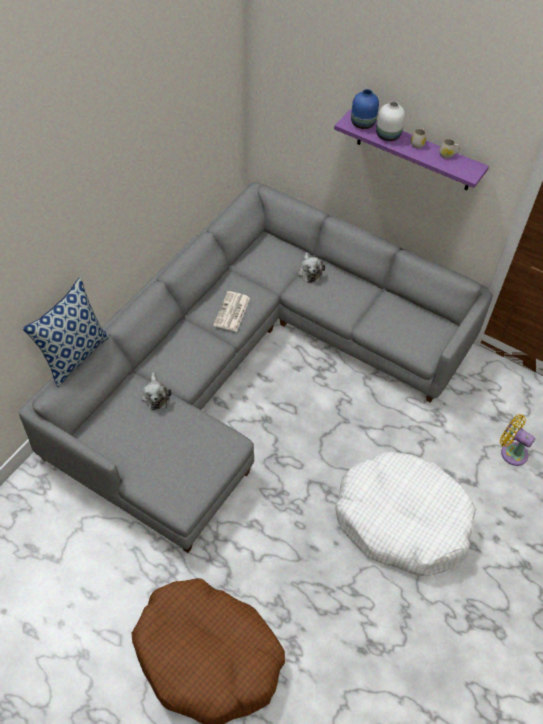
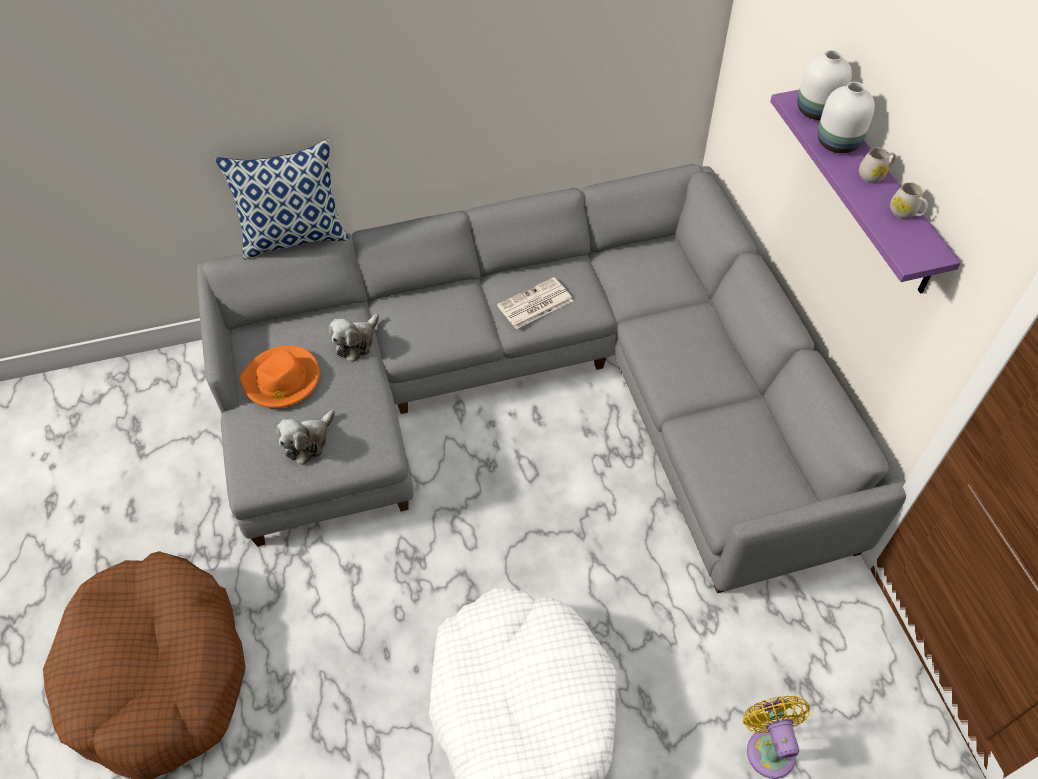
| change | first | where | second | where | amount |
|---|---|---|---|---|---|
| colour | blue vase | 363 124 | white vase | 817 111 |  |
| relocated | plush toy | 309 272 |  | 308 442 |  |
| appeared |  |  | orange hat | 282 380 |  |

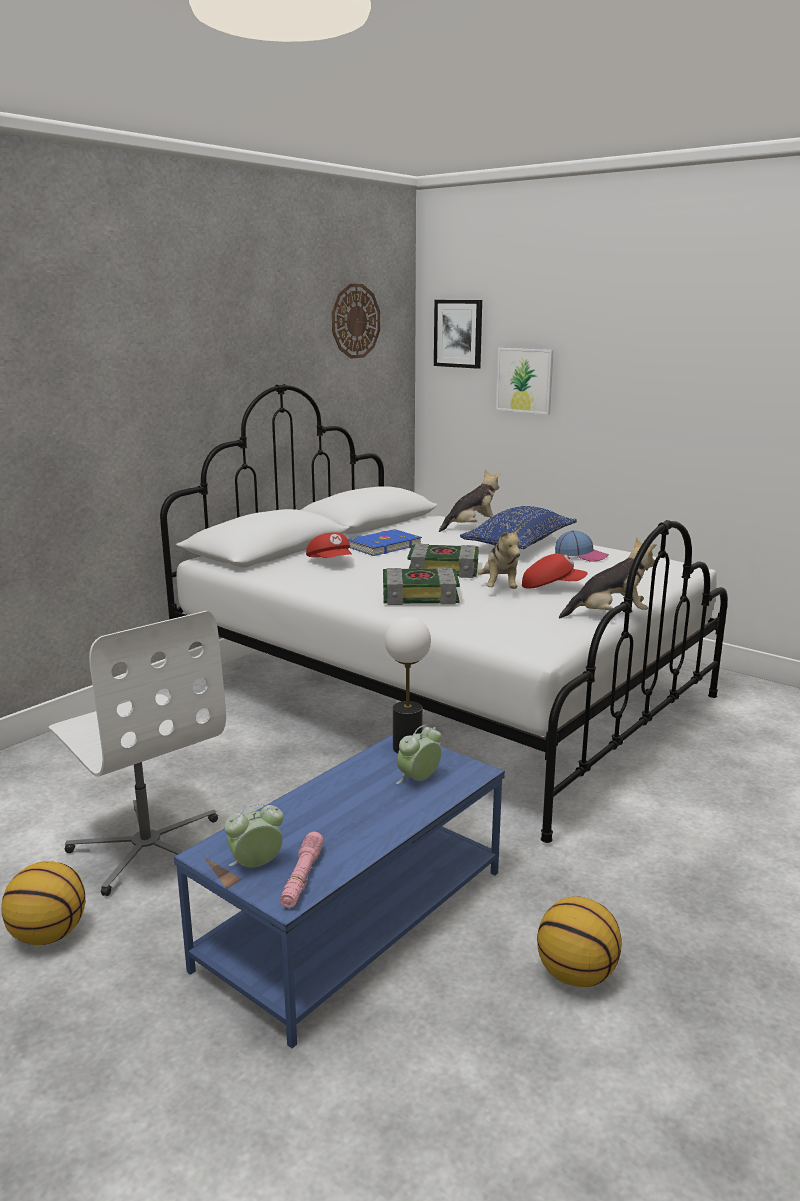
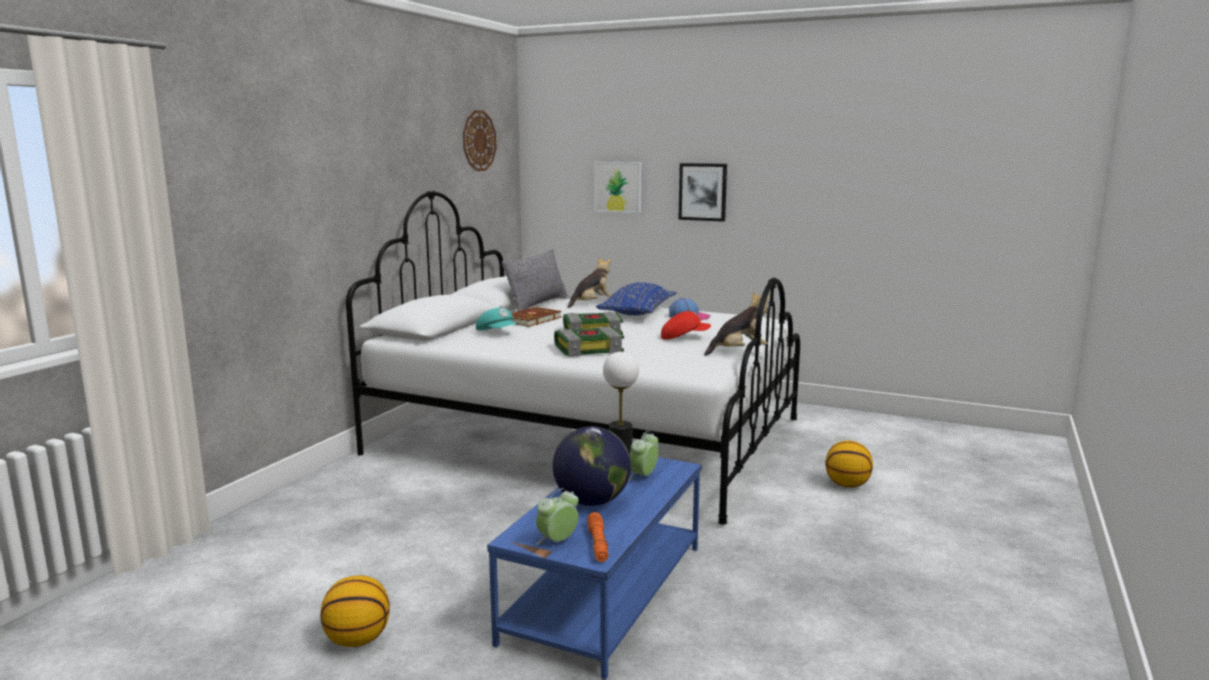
| change | first | where | second | where | amount |
|---|---|---|---|---|---|
| relocated | picture | 458 333 |  | 703 192 |  |
| missing | plush toy | 499 588 |  |  |  |
| colour | blue book | 382 546 | brown book | 530 320 |  |
| colour | red cap | 331 562 | turquoise cap | 497 333 |  |
| missing | white office chair | 147 847 |  |  |  |
| colour | pink flashlight | 302 877 | orange flashlight | 598 544 |  |
| relocated | basketball | 576 975 |  | 847 485 |  |
| appeared |  |  | grey pillow | 538 305 |  |
| appeared |  |  | globe | 591 502 |  |

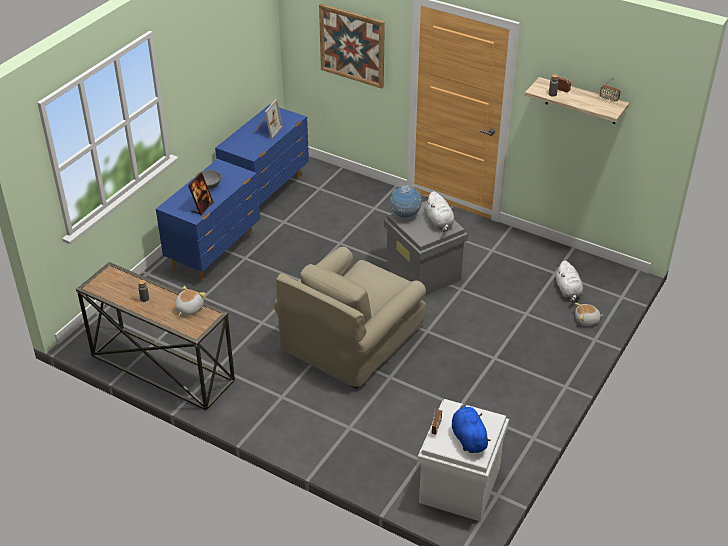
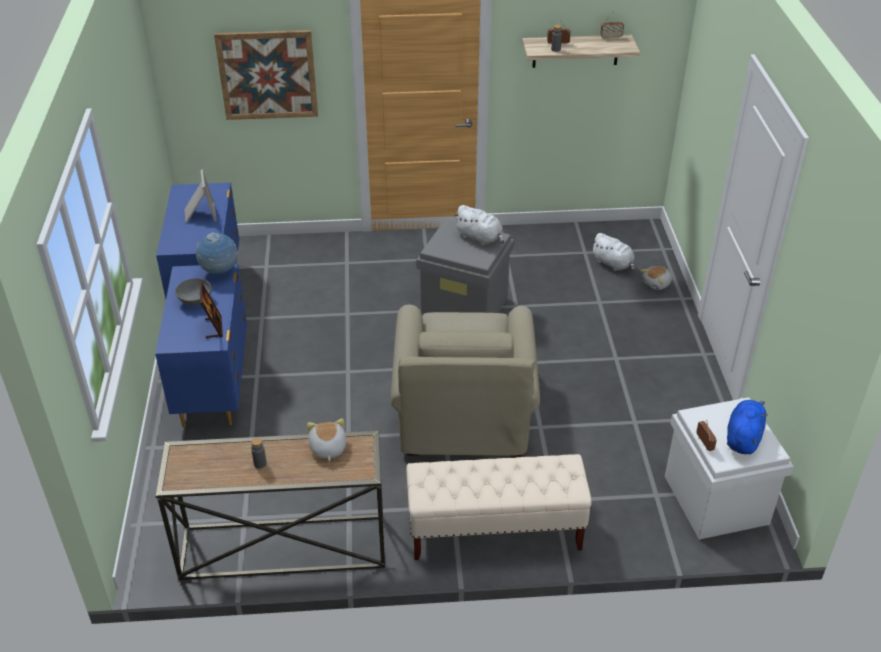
| change | first | where | second | where | amount |
|---|---|---|---|---|---|
| relocated | globe | 405 215 |  | 219 272 |  |
| spun | blue plush toy | 468 438 |  | 743 437 | 75 degrees clockwise |
| appeared |  |  | beige bench | 494 531 |  |

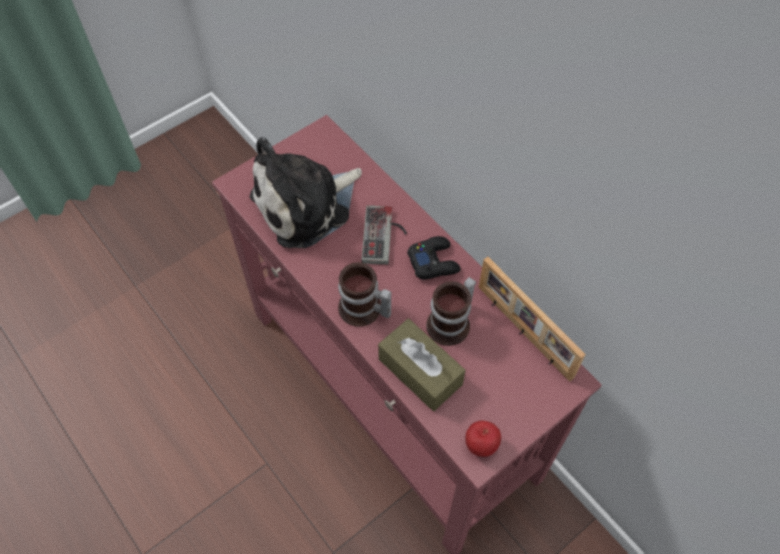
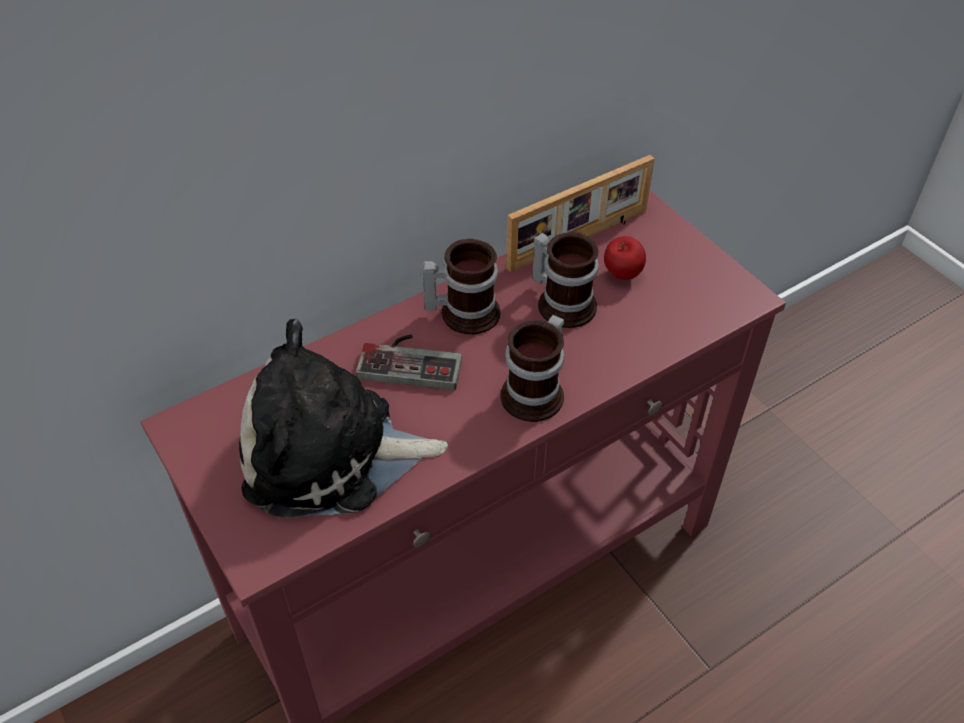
| change | first | where | second | where | amount |
|---|---|---|---|---|---|
| spun | plush toy | 306 205 |  | 331 454 | 120 degrees clockwise |
| exchanged | black game controller | 434 262 | mug | 464 311 |  |
| missing | brown tissue box | 420 371 |  |  |  |
| relocated | apple | 481 445 |  | 621 275 |  |

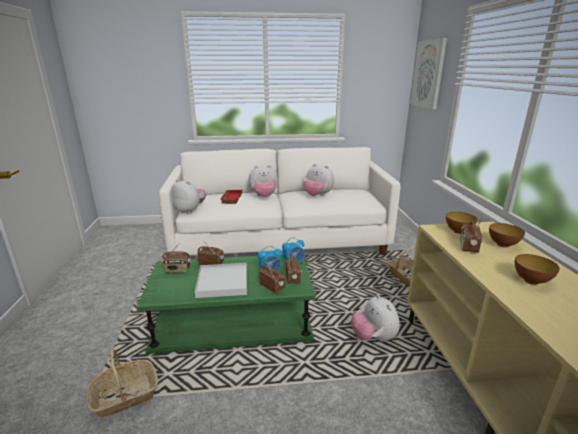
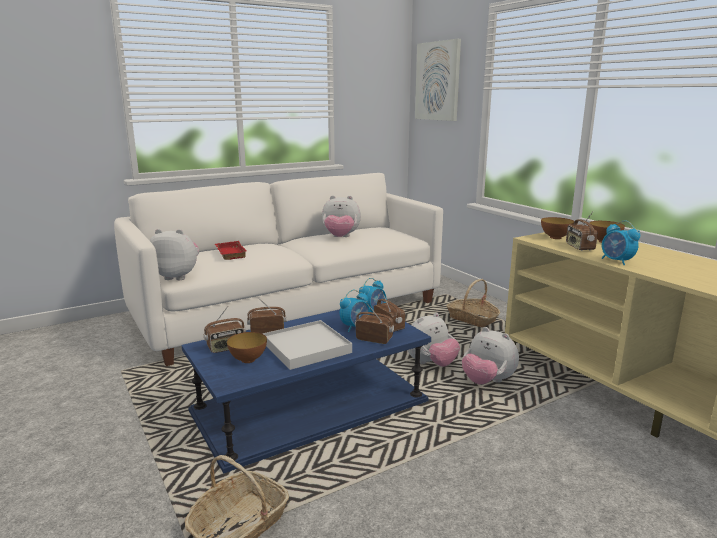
| change | first | where | second | where | amount |
|---|---|---|---|---|---|
| relocated | plush toy | 264 196 |  | 431 364 |  |
| colour | green coffee table | 234 320 | blue coffee table | 311 406 |  |
| relocated | bowl | 531 281 |  | 248 360 |  |
| appeared |  |  | alarm clock | 616 261 |  |

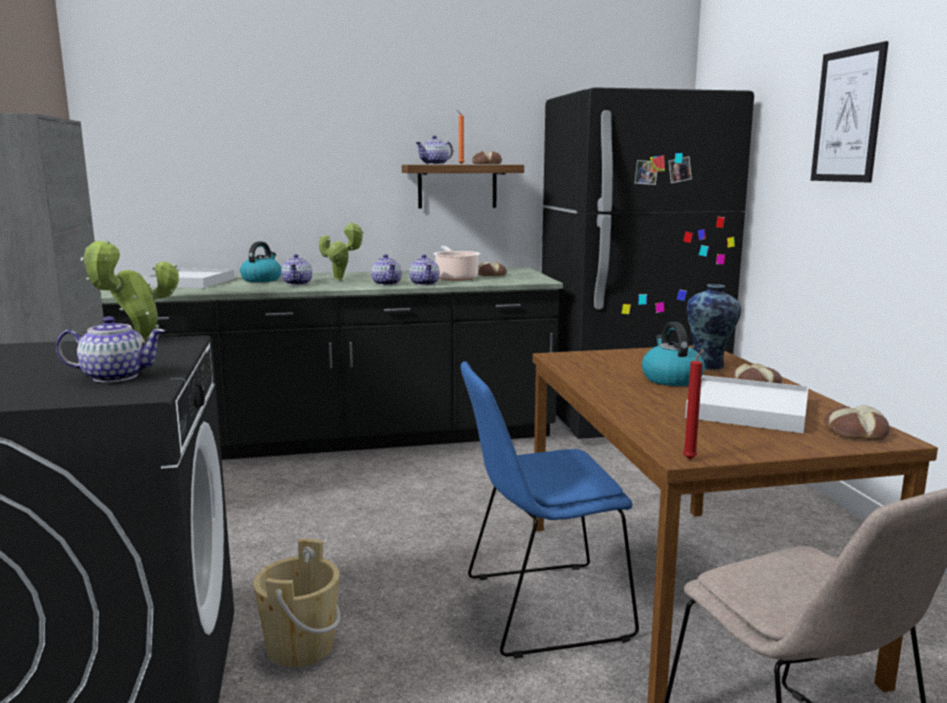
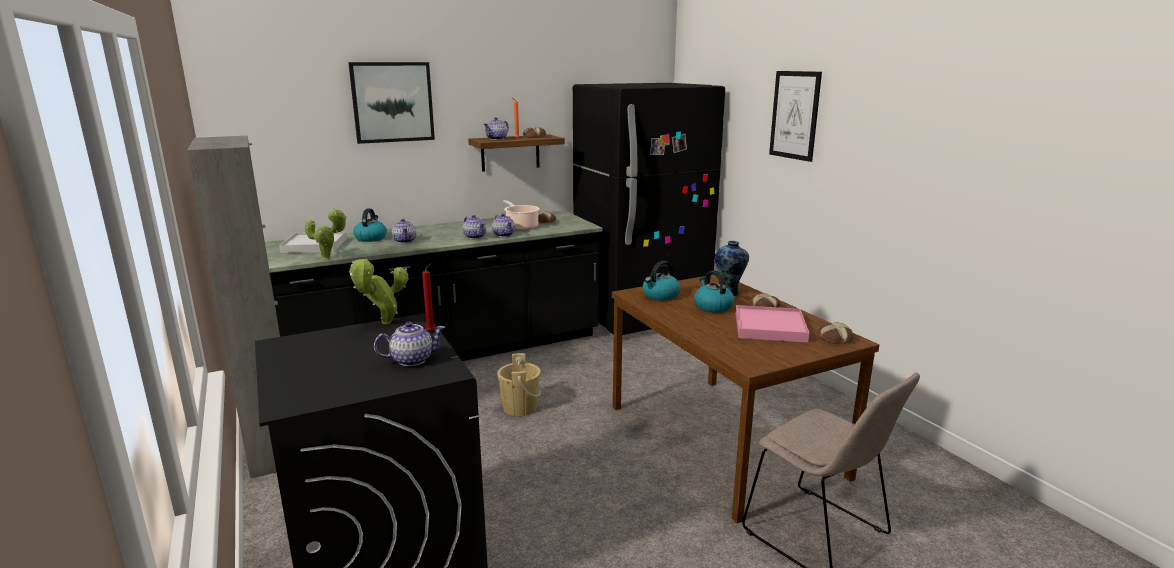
| change | first | where | second | where | amount |
|---|---|---|---|---|---|
| relocated | potted plant | 341 280 |  | 328 258 |  |
| relocated | red candle | 691 459 |  | 432 331 |  |
| missing | blue chair | 540 608 |  |  |  |
| colour | white tray | 748 409 | pink tray | 770 327 |  |
| relocated | beige bucket | 300 646 |  | 520 407 |  |
| appeared |  |  | picture | 392 102 |  |
| appeared |  |  | kettle | 660 295 |  |

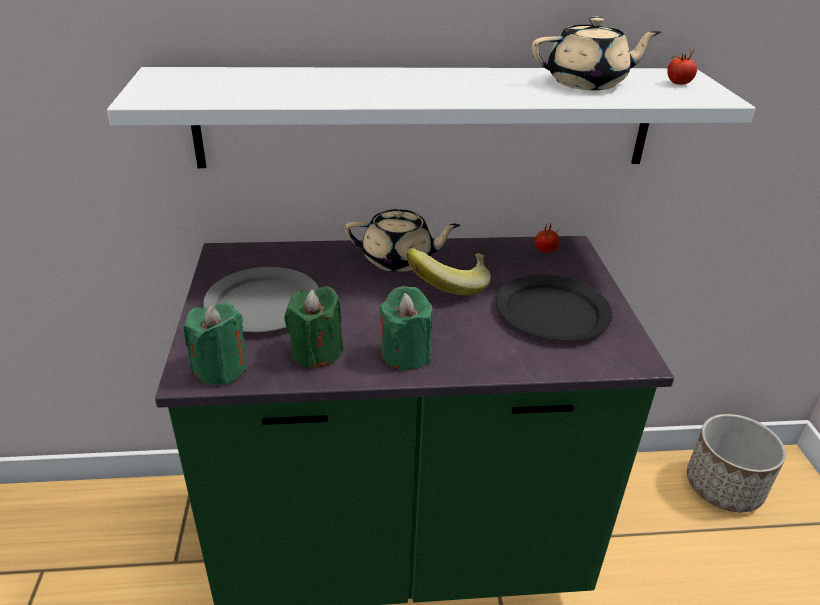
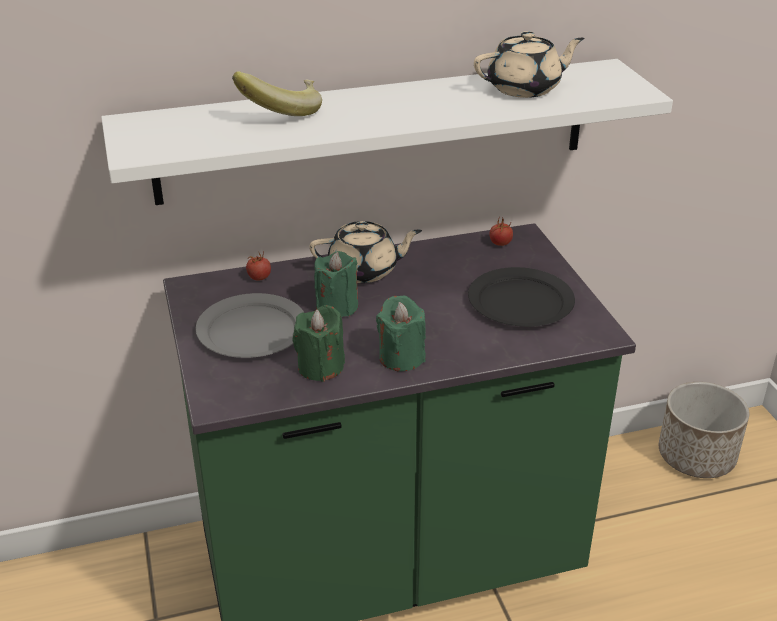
| change | first | where | second | where | amount |
|---|---|---|---|---|---|
| relocated | tomato | 678 83 |  | 259 278 |  |
| relocated | banana | 450 285 |  | 281 112 |  |
| relocated | green candle | 220 369 |  | 337 306 |  |

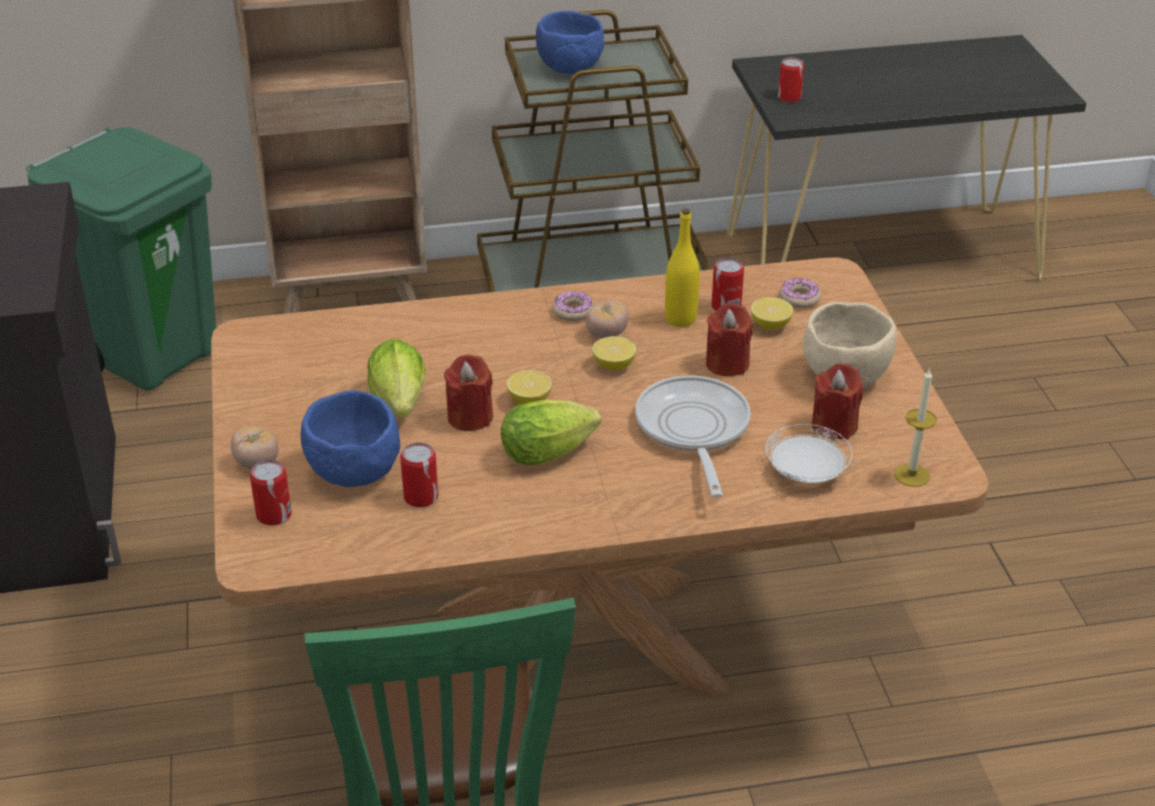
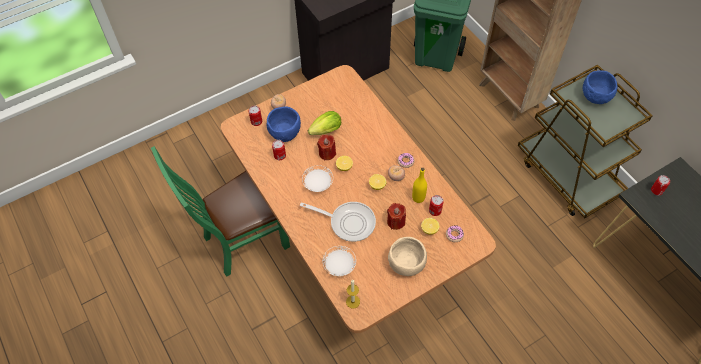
| change | first | where | second | where | amount |
|---|---|---|---|---|---|
| missing | red candle | 834 426 |  |  |  |
| spun | frying pan | 693 431 |  | 348 222 | 45 degrees clockwise |
| exchanged | lettuce | 552 452 | white plate | 318 183 |  |

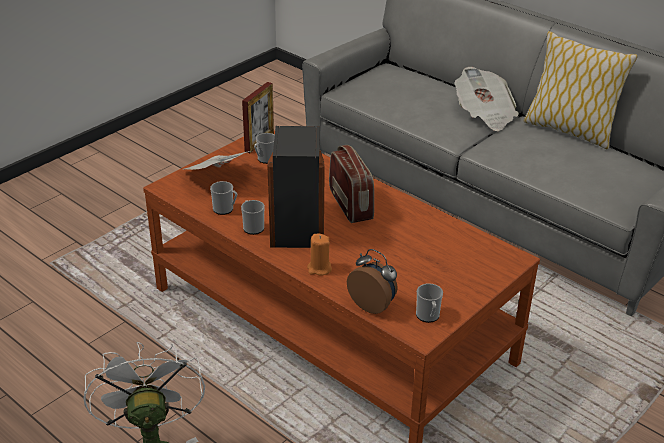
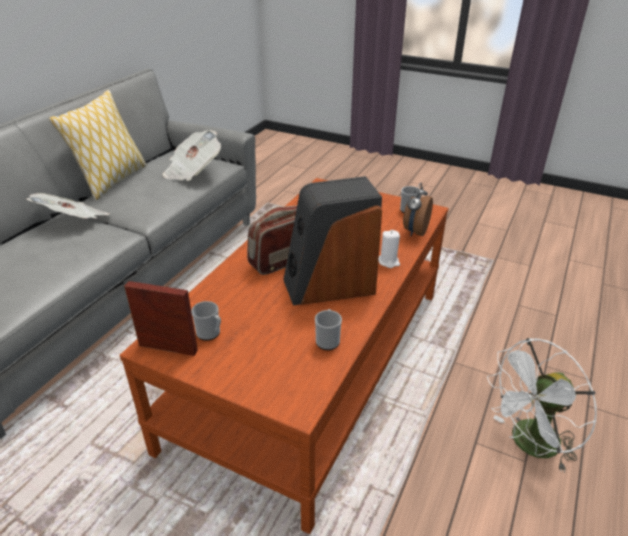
| change | first | where | second | where | amount |
|---|---|---|---|---|---|
| relocated | newspaper | 218 177 |  | 193 171 |  |
| missing | mug | 252 227 |  |  |  |
| colour | orange candle | 319 268 | white candle | 389 262 |  |

